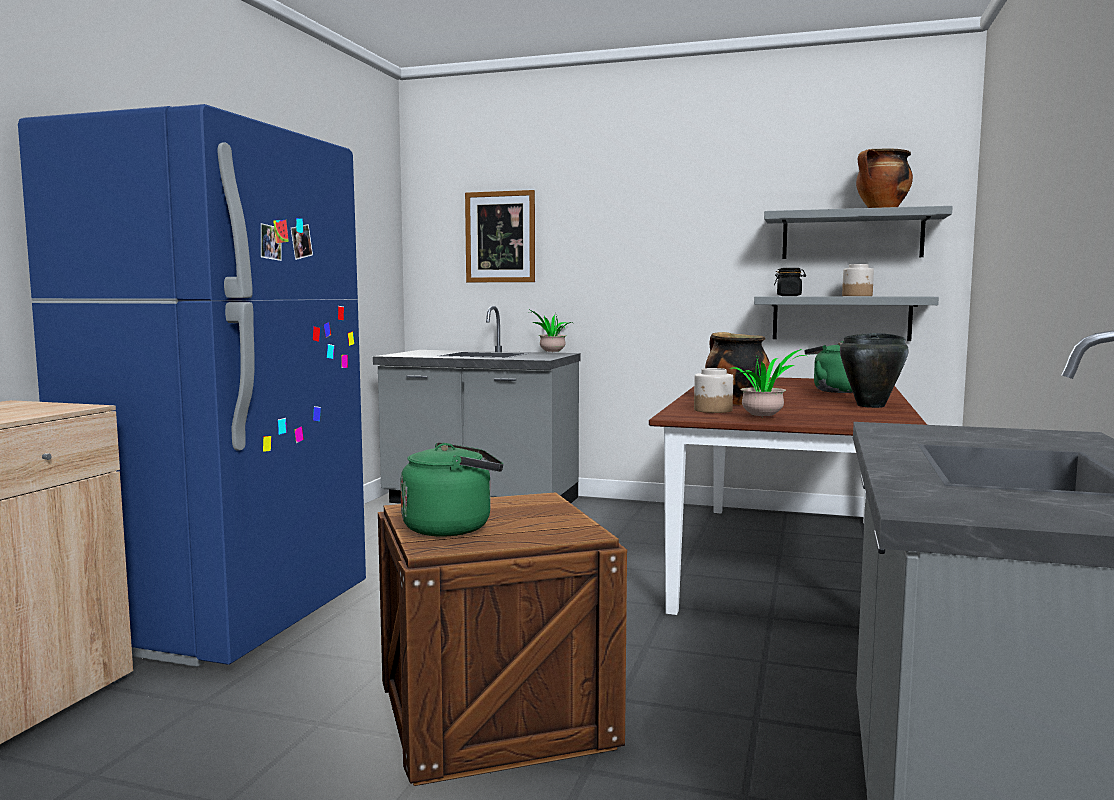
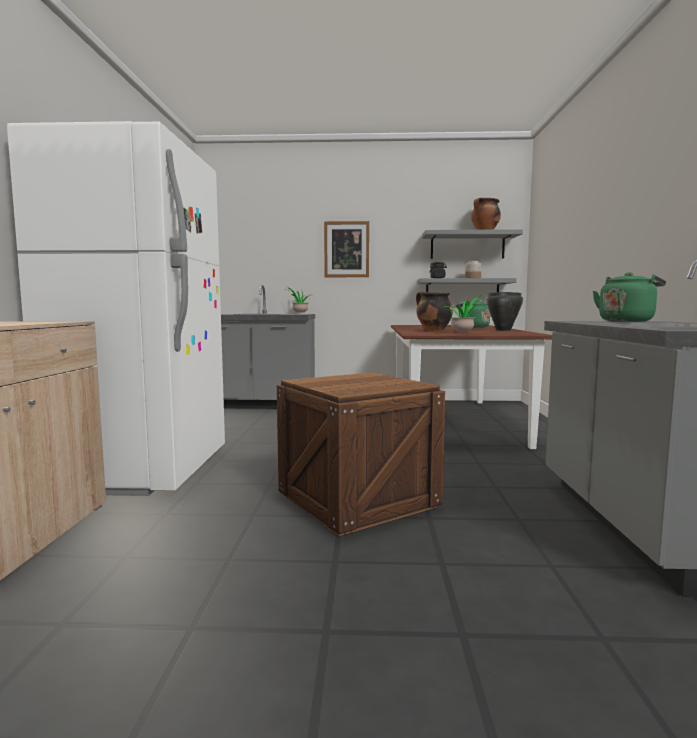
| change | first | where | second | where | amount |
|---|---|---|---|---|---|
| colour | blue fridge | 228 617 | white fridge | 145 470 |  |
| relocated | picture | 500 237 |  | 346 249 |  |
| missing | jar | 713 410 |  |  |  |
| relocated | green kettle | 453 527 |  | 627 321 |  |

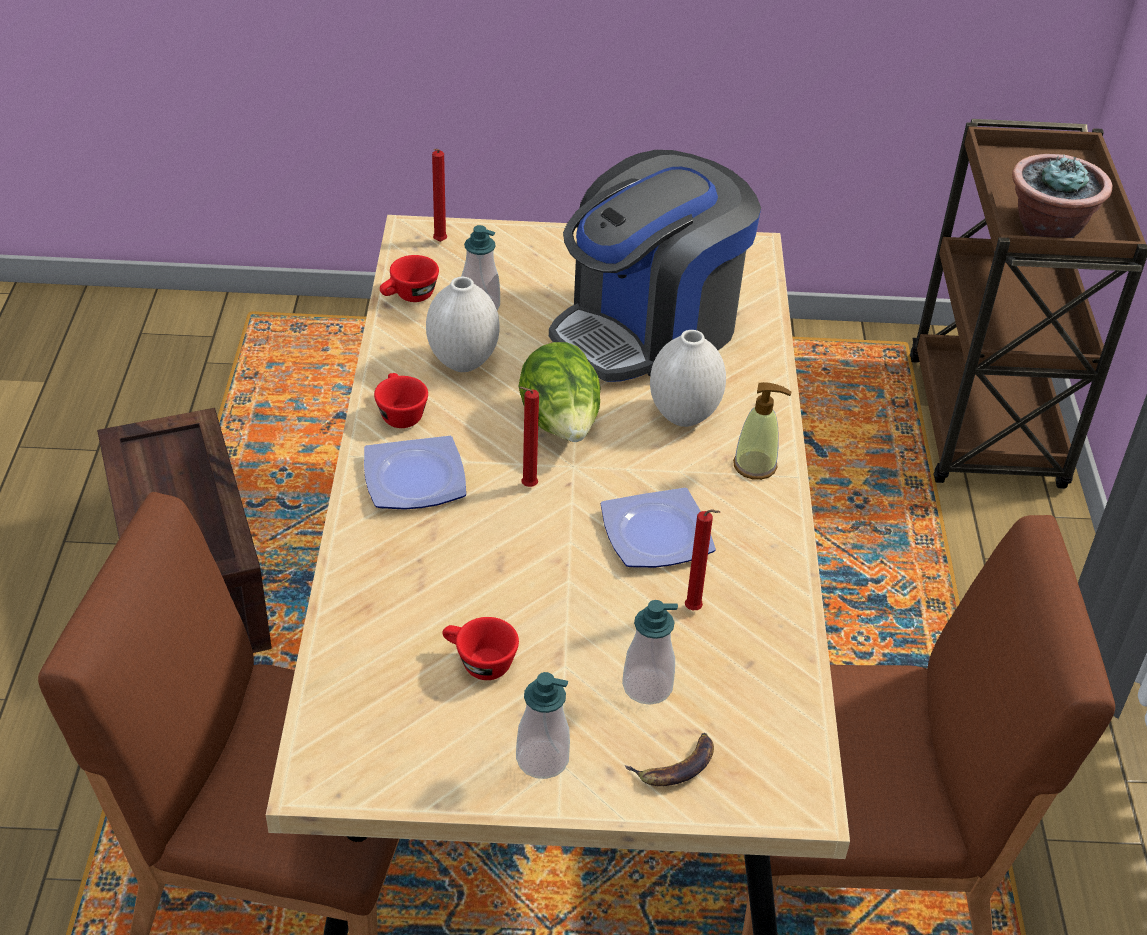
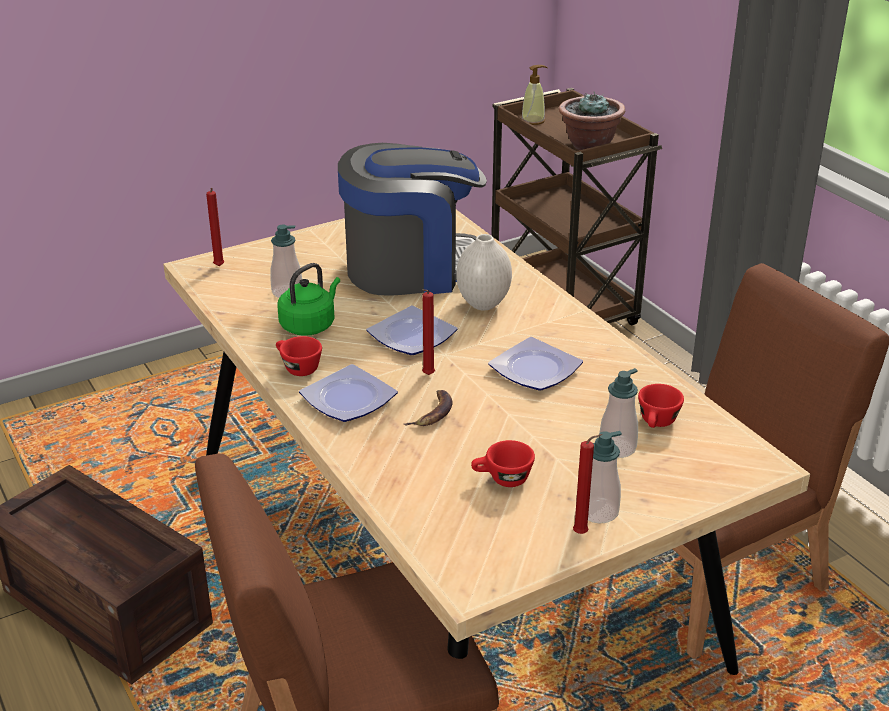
| change | first | where | second | where | amount |
|---|---|---|---|---|---|
| spun | coffee machine | 649 330 |  | 412 268 | 120 degrees counterclockwise |
| relocated | red cup | 409 297 |  | 657 423 |  |
| exchanged | white vase | 463 362 | green kettle | 310 325 |  |
| exchanged | lettuce | 561 424 | plate | 412 335 |  |
| relocated | soap dispenser | 755 465 |  | 533 120 |  |
| relocated | red candle | 695 610 |  | 583 534 |  |
| relocated | banana | 676 766 |  | 433 413 |  |

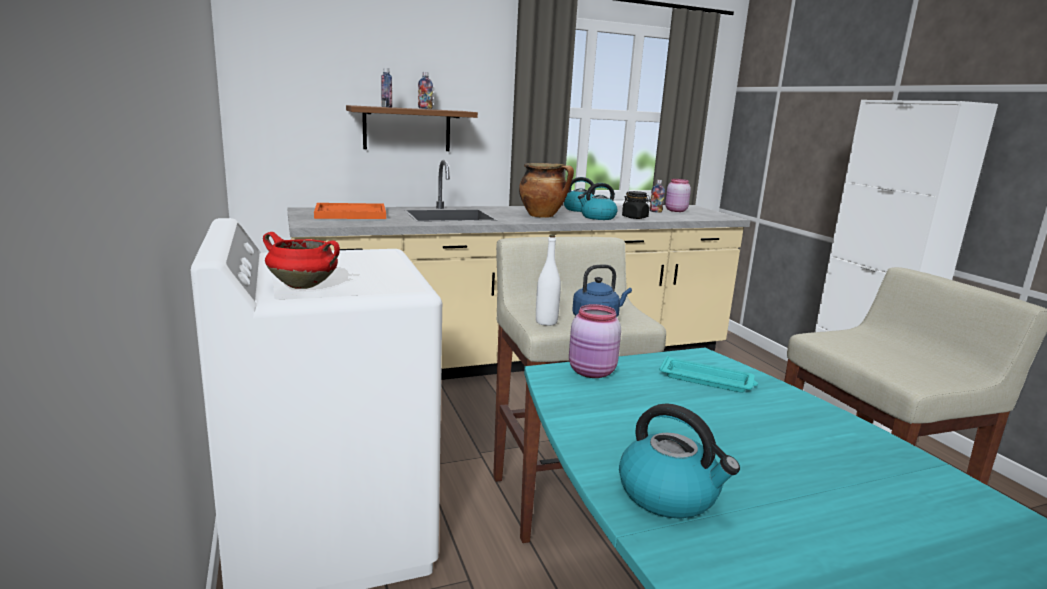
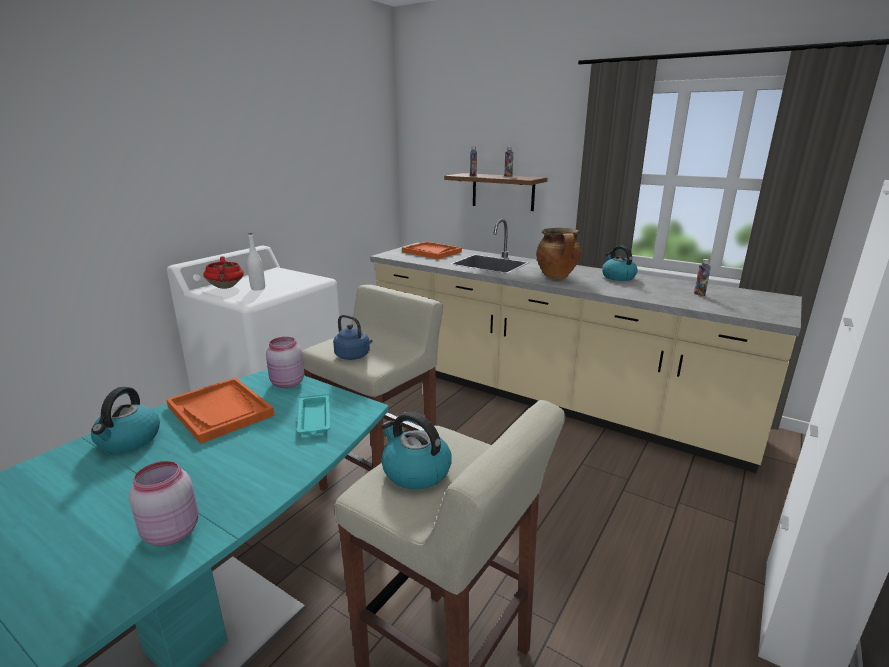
| change | first | where | second | where | amount |
|---|---|---|---|---|---|
| relocated | pink jar | 675 210 |  | 170 531 |  |
| relocated | kettle | 597 217 |  | 415 471 |  |
| missing | black jar | 635 217 |  |  |  |
| relocated | white bottle | 546 322 |  | 258 288 |  |
| appeared |  |  | orange tray | 220 411 |  |

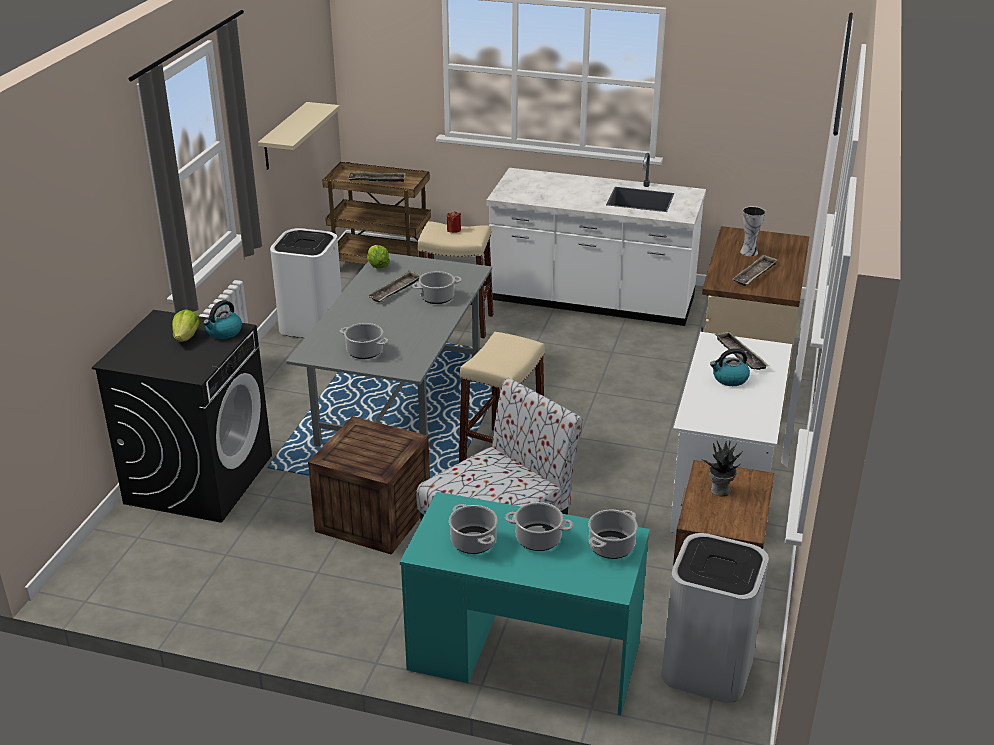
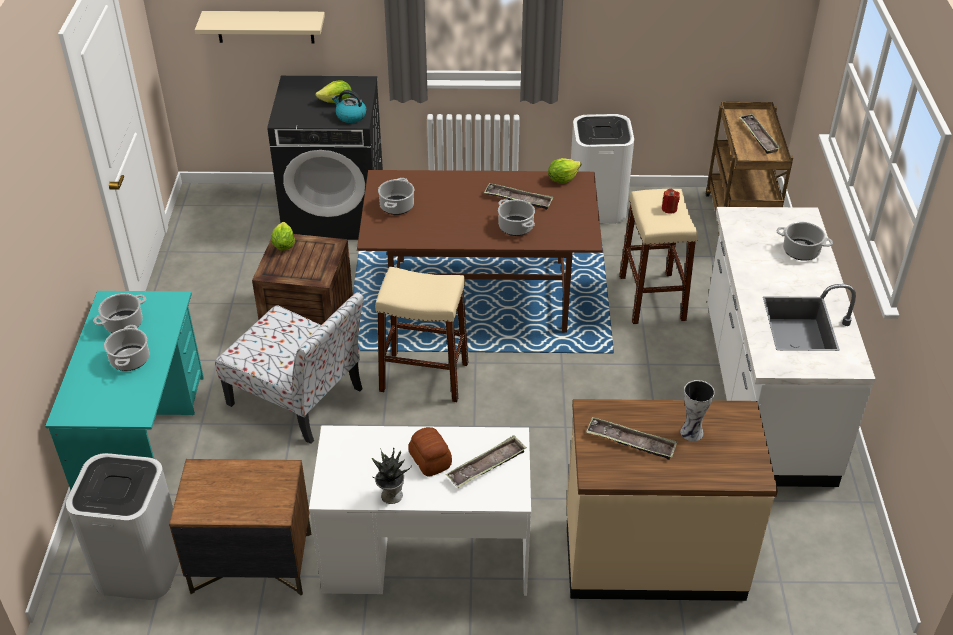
| change | first | where | second | where | amount |
|---|---|---|---|---|---|
| relocated | beige shelf | 284 136 |  | 265 26 |  |
| colour | grey dining table | 401 408 | brown dining table | 478 295 |  |
| exchanged | kettle | 729 379 | bread | 429 460 |  |
| relocated | potted plant | 720 490 |  | 390 495 |  |
| relocated | cooking pot | 611 547 |  | 800 251 |  |
| appeared |  |  | lettuce | 283 245 |  |

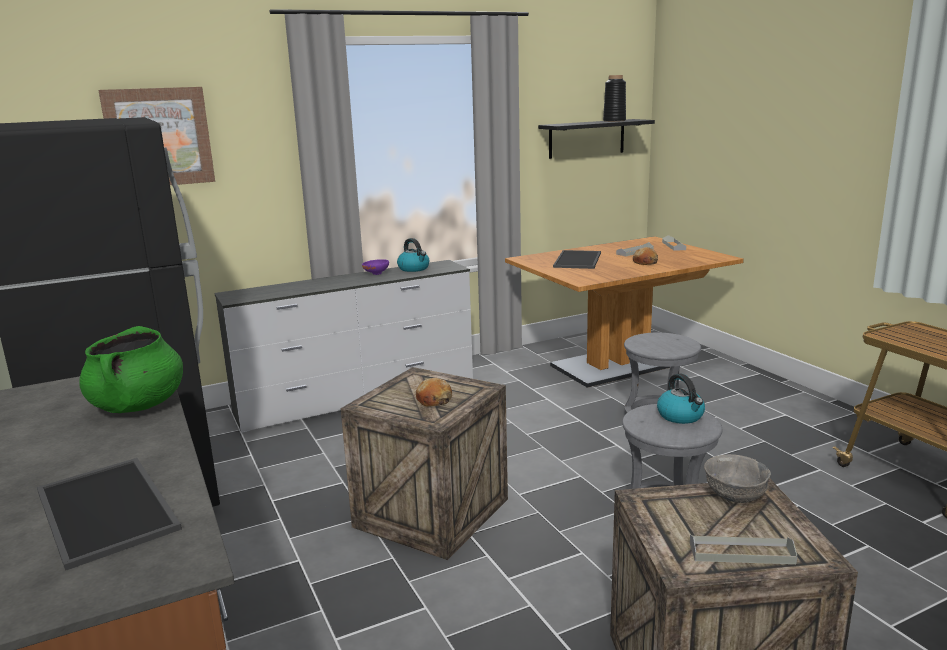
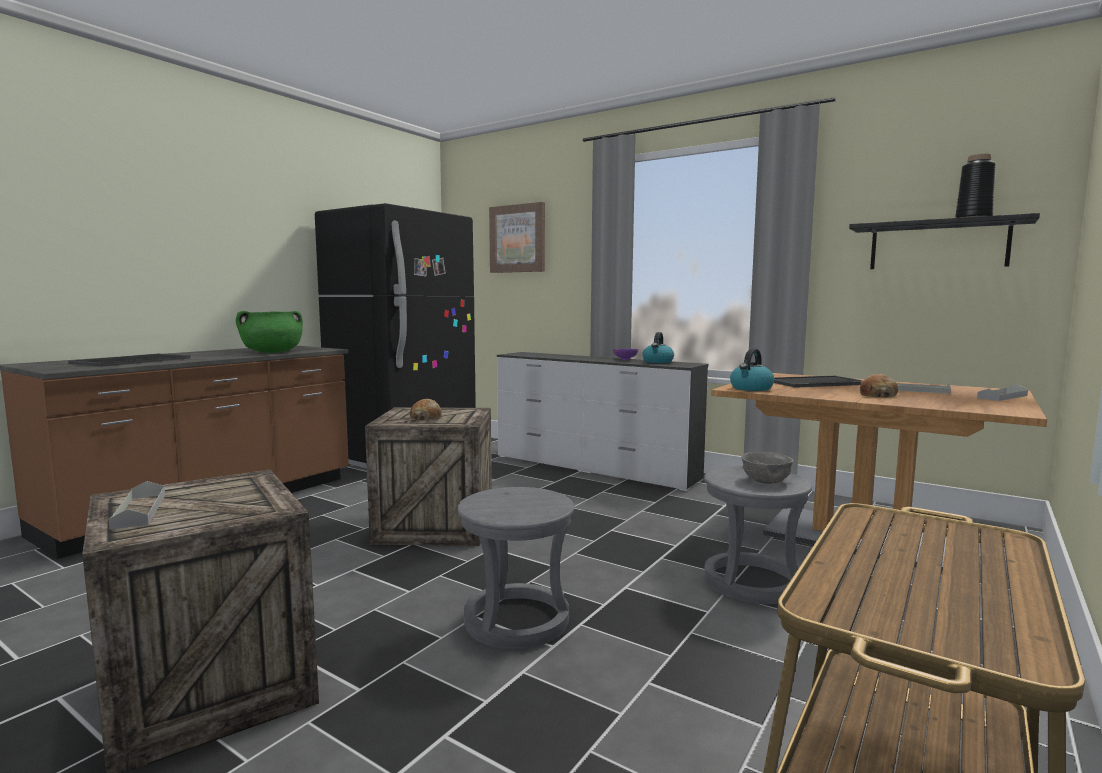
| change | first | where | second | where | amount |
|---|---|---|---|---|---|
| relocated | kettle | 681 416 |  | 751 388 |  |
| relocated | grey bowl | 735 495 |  | 766 480 |  |

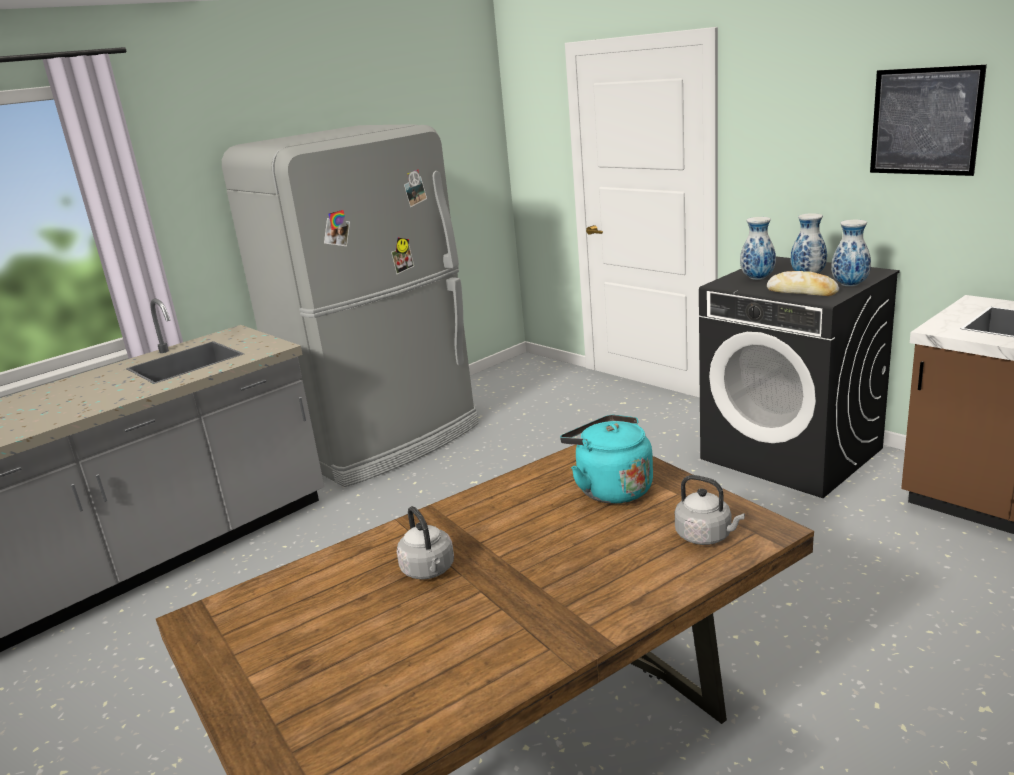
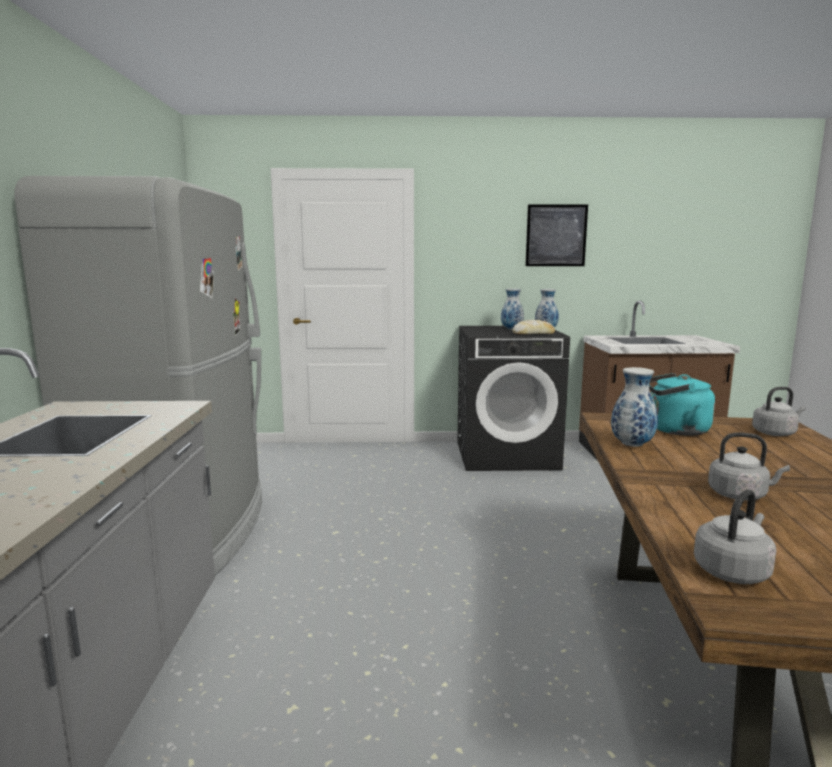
| change | first | where | second | where | amount |
|---|---|---|---|---|---|
| relocated | vase | 757 278 |  | 631 444 |  |
| appeared |  |  | grey kettle | 732 571 |  |

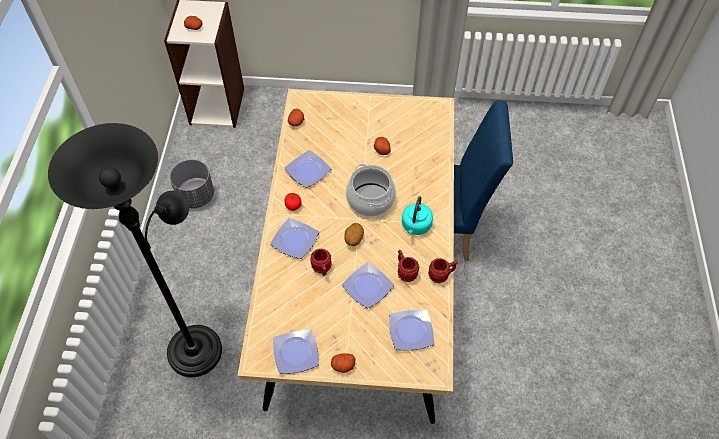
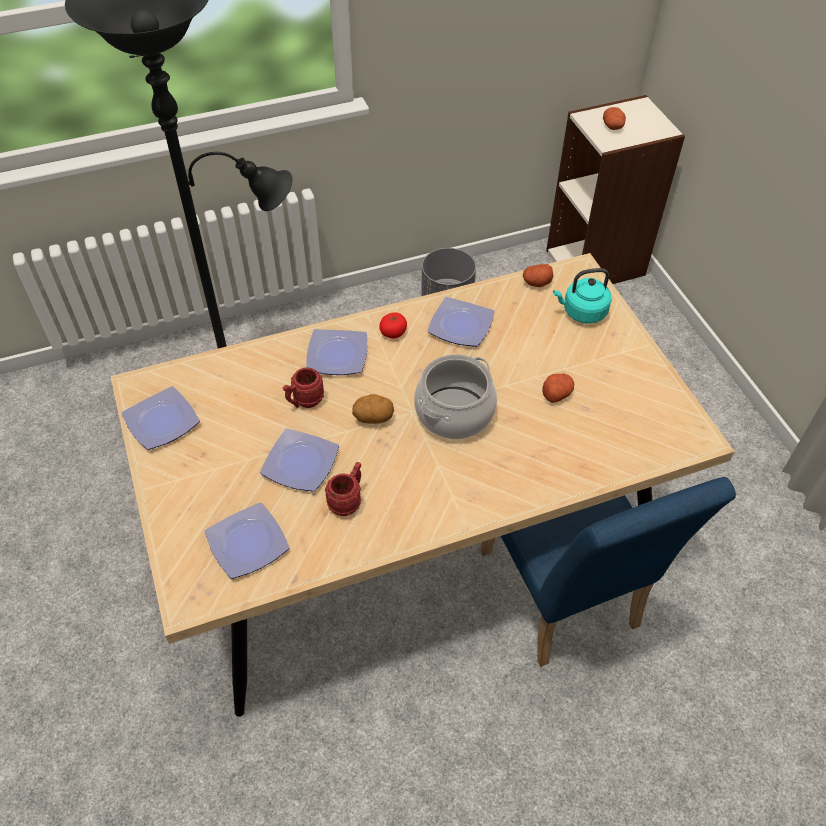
| change | first | where | second | where | amount |
|---|---|---|---|---|---|
| relocated | turquoise kettle | 415 226 |  | 582 312 |  |
| missing | red mug | 441 275 |  |  |  |
| missing | potato | 343 365 |  |  |  |

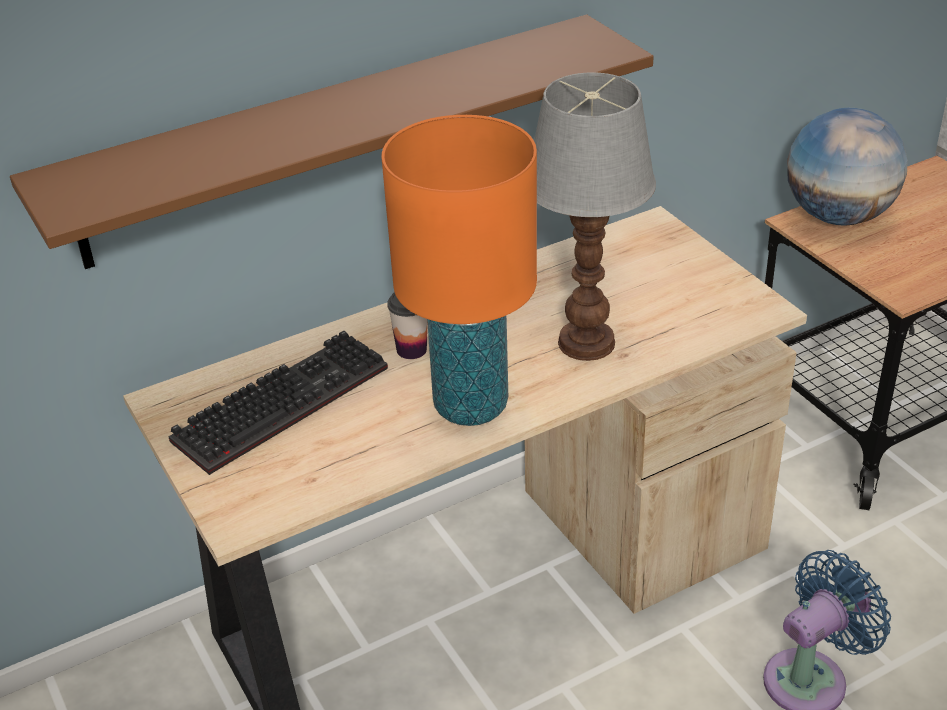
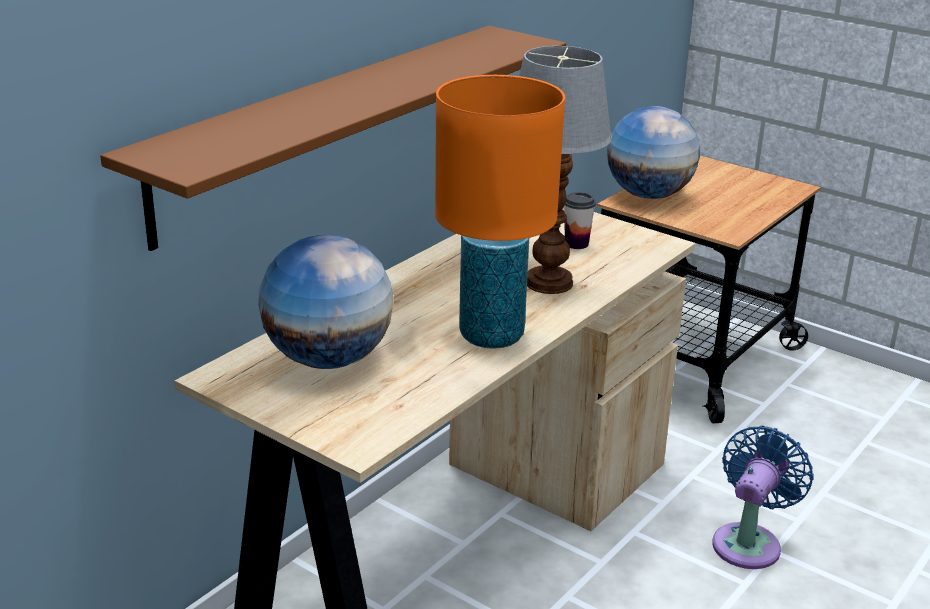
| change | first | where | second | where | amount |
|---|---|---|---|---|---|
| relocated | cup | 411 350 |  | 576 244 |  |
| exchanged | keyboard | 282 401 | globe | 328 359 |  |

